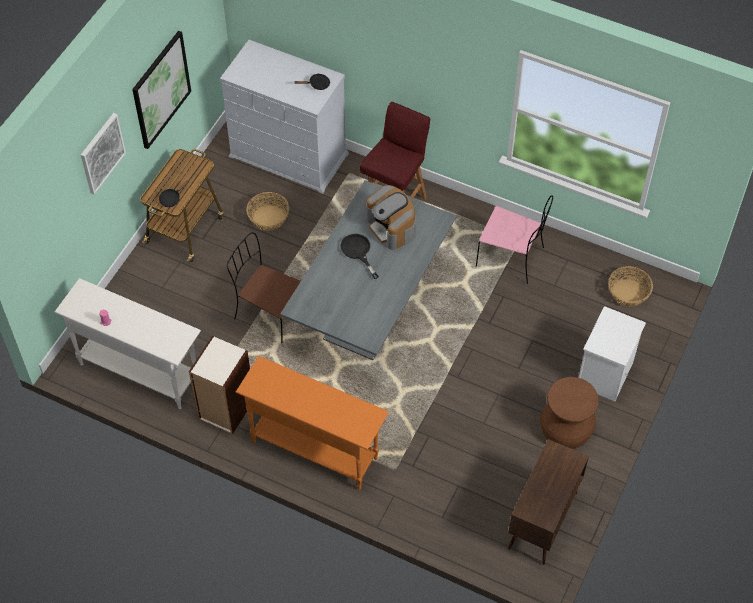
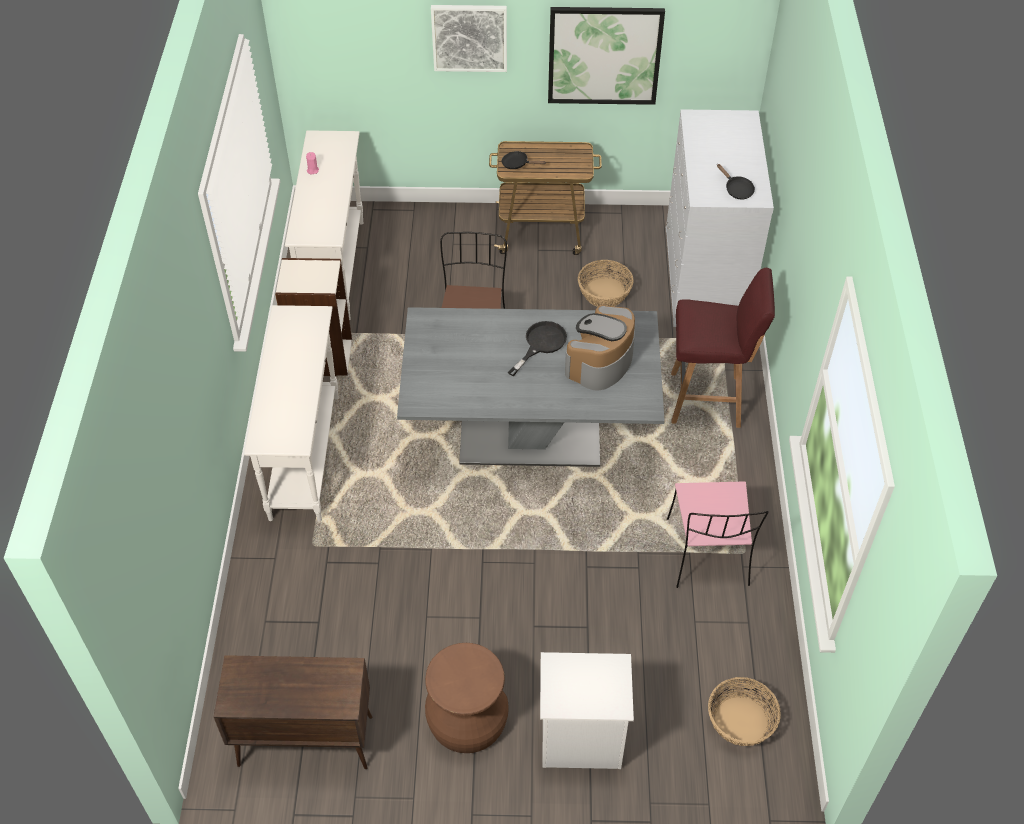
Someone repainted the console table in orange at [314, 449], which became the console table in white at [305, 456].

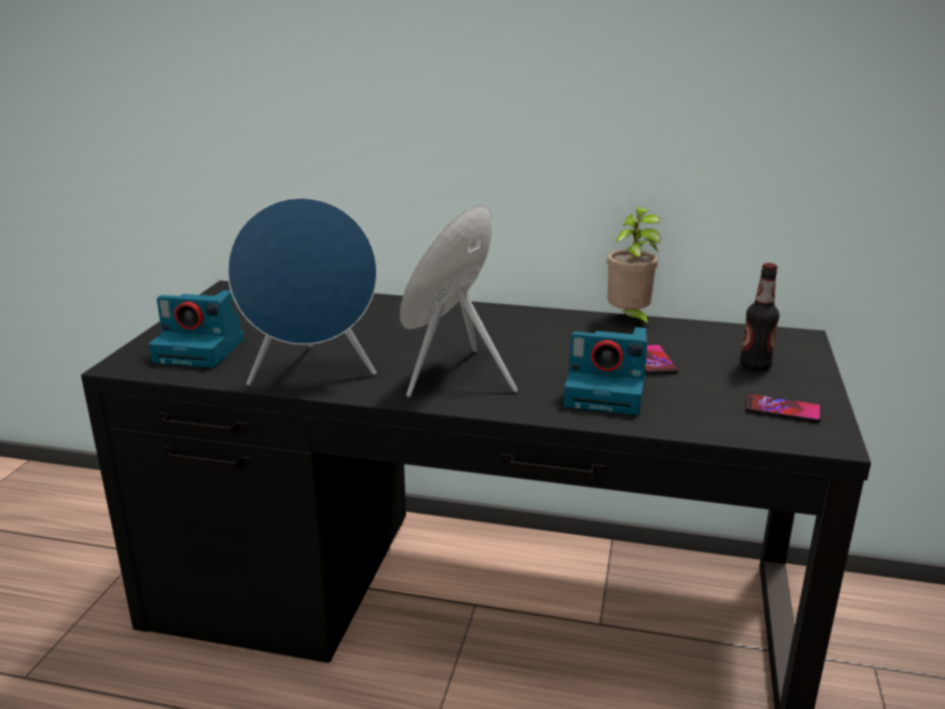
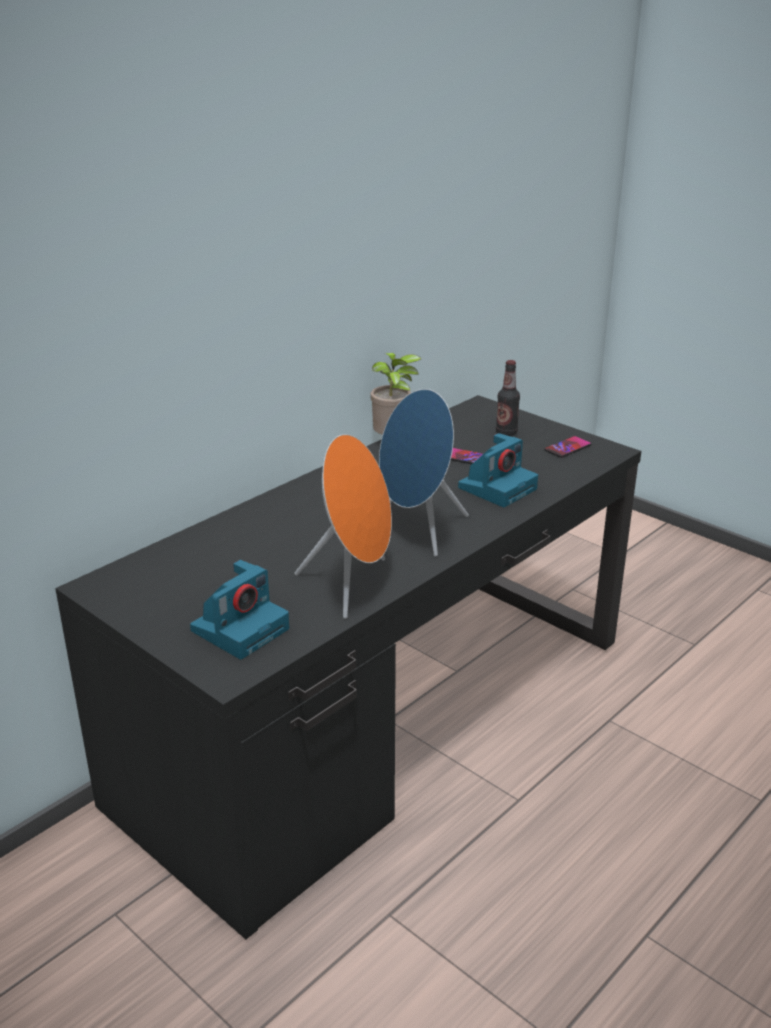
Someone repainted the audio speaker in blue-coloured at [312, 374], which became the audio speaker in orange at [353, 585].

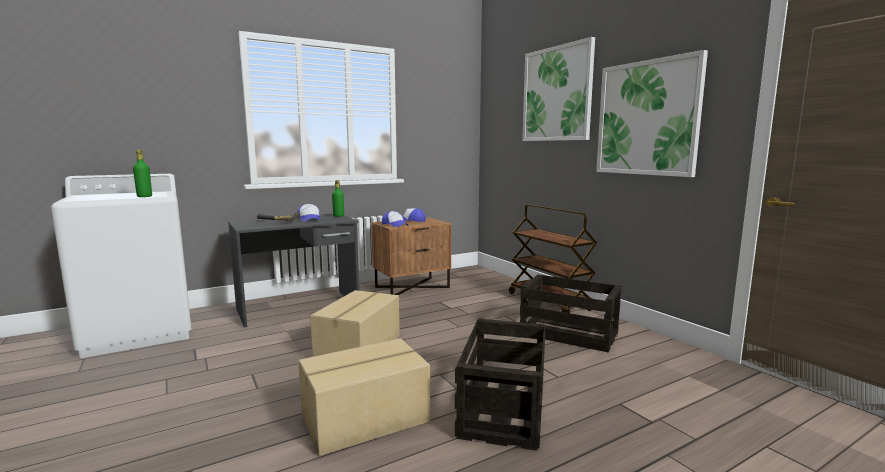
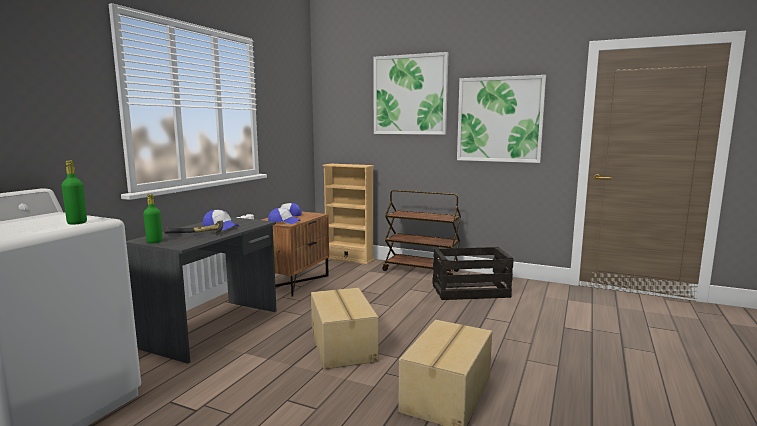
Someone carried the drink bottle in green-coloured from [338, 216] to [154, 242].
Someone took away the crate at [503, 408].
Someone put down the bookcase in sand-coloured at [349, 259].

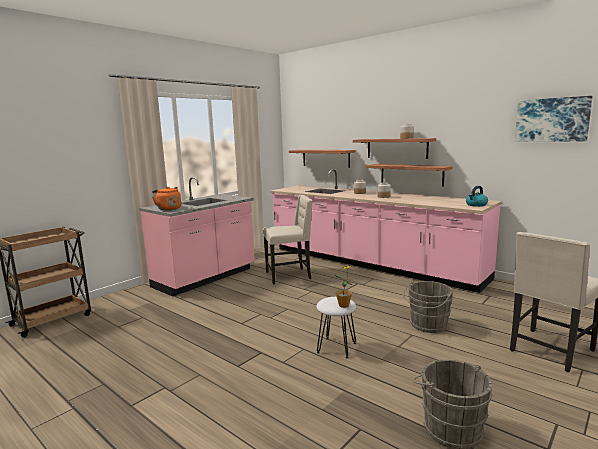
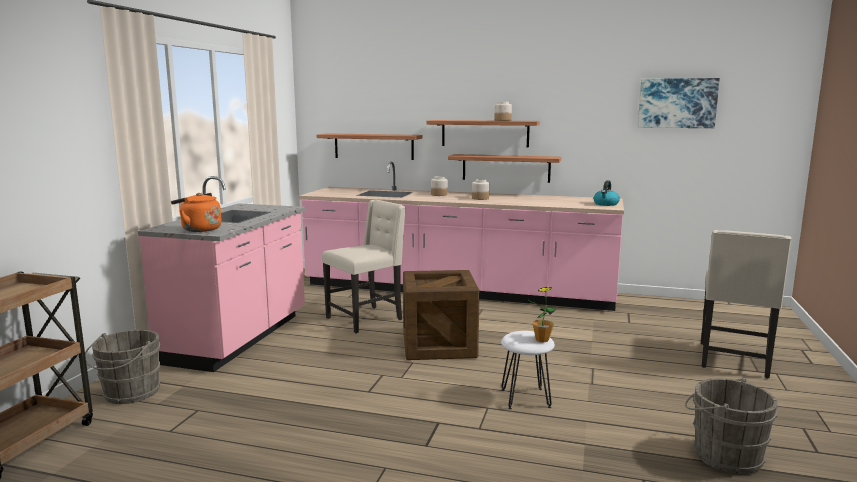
Someone carried the water bucket in greyish from [427, 325] to [129, 394].
Someone put down the crate at [439, 345].

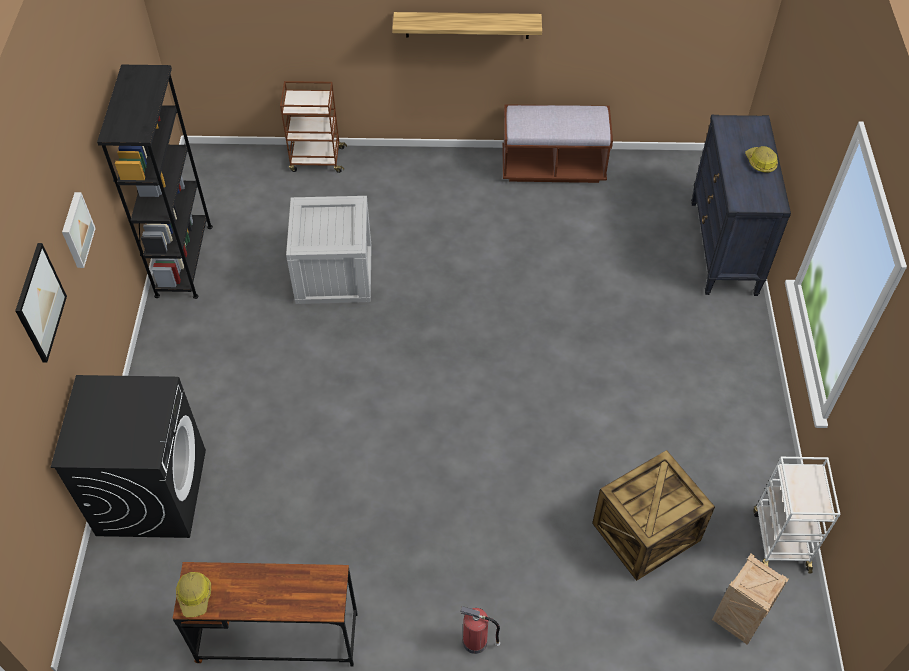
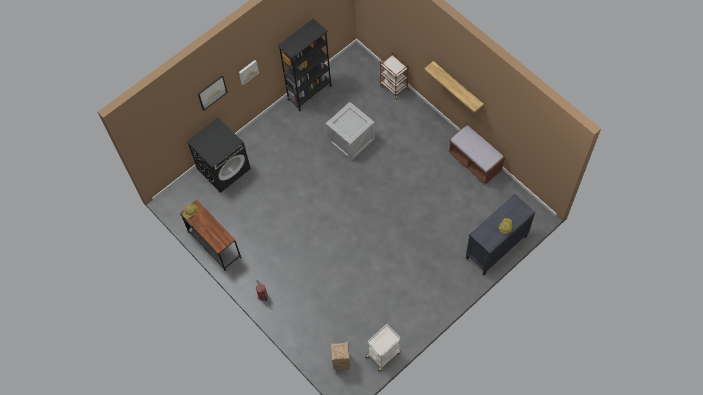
Someone took away the crate at [646, 533].

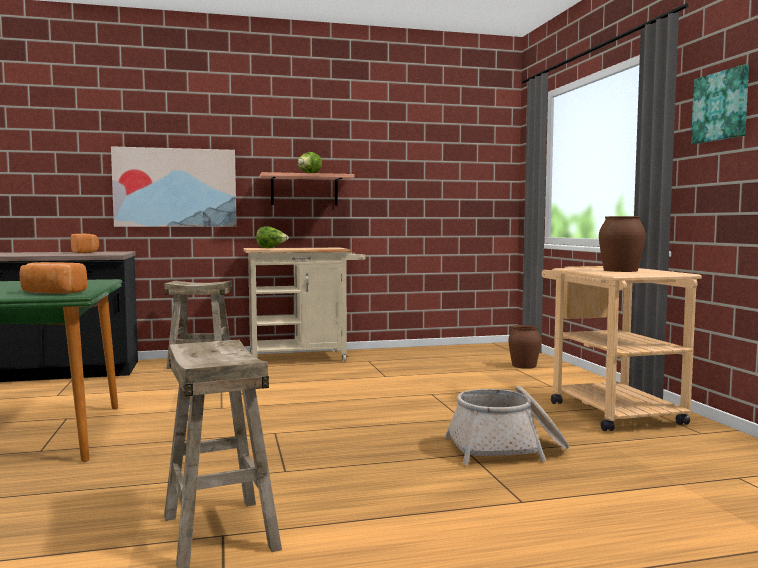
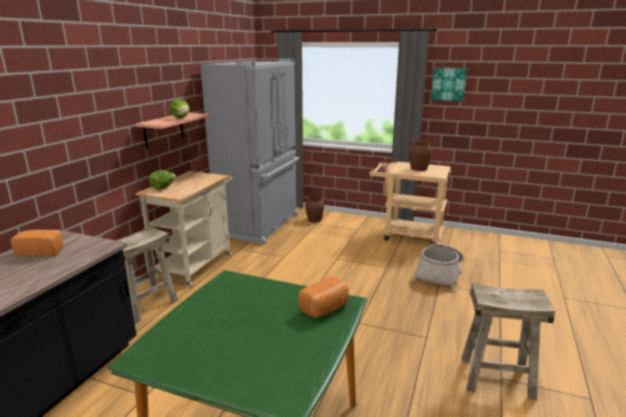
Someone took away the wall art at [175, 187].
Someone put down the kitchen fridge in greyish at [260, 225].

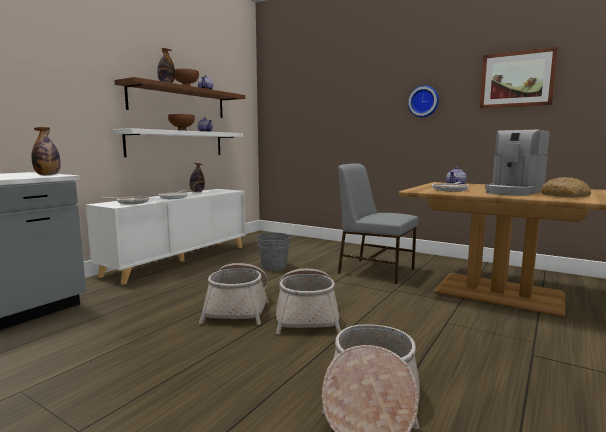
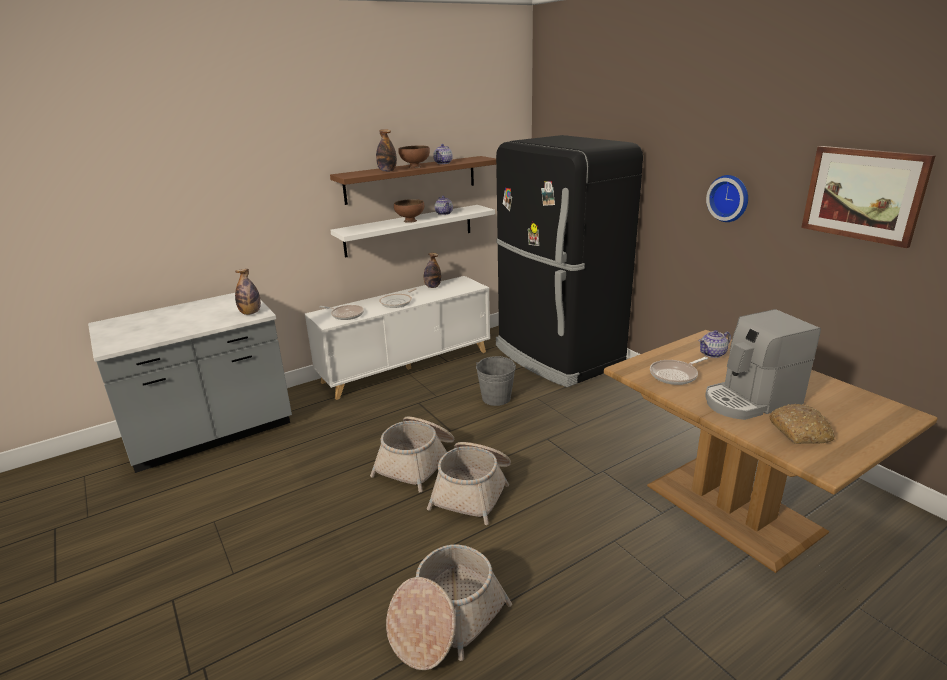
Someone took away the plain chair in greyish at [375, 270].
Someone put down the kitchen fridge in black at [556, 356].

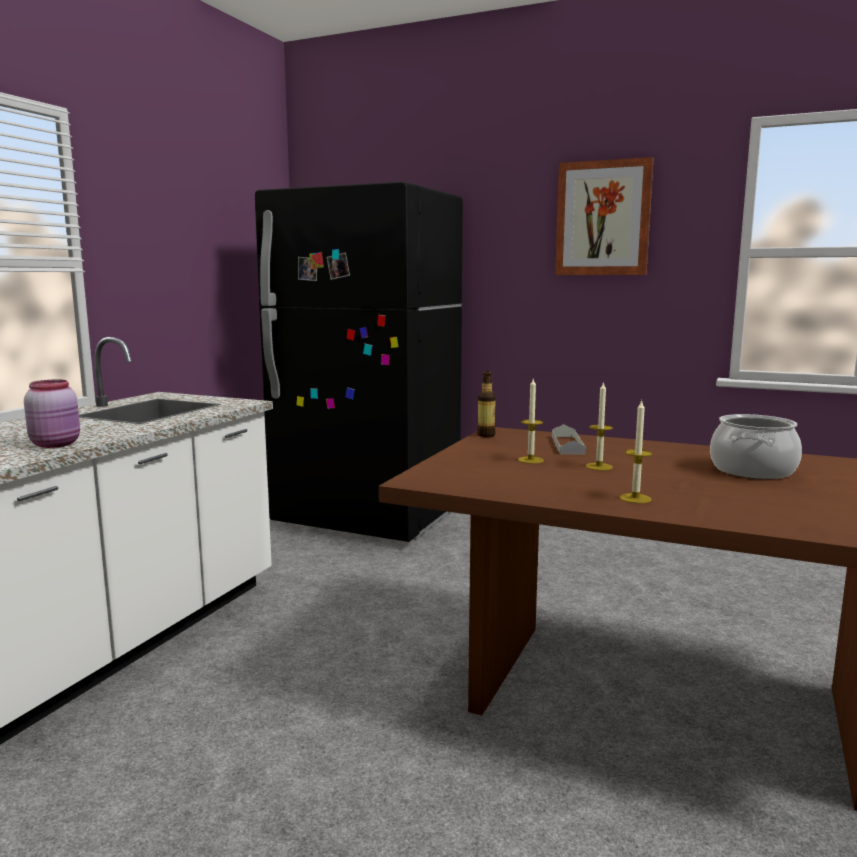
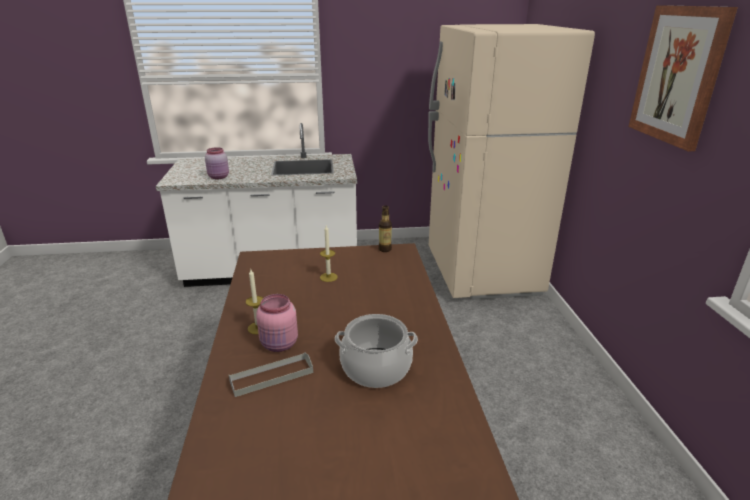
Someone repainted the kitchen fridge in black at [368, 519], which became the kitchen fridge in sand-coloured at [482, 272].
Someone carried the carrying tray in greyish from [567, 445] to [271, 376].
Someone took away the candle at [599, 467].
Someone put down the jar in pinkish at [280, 345].

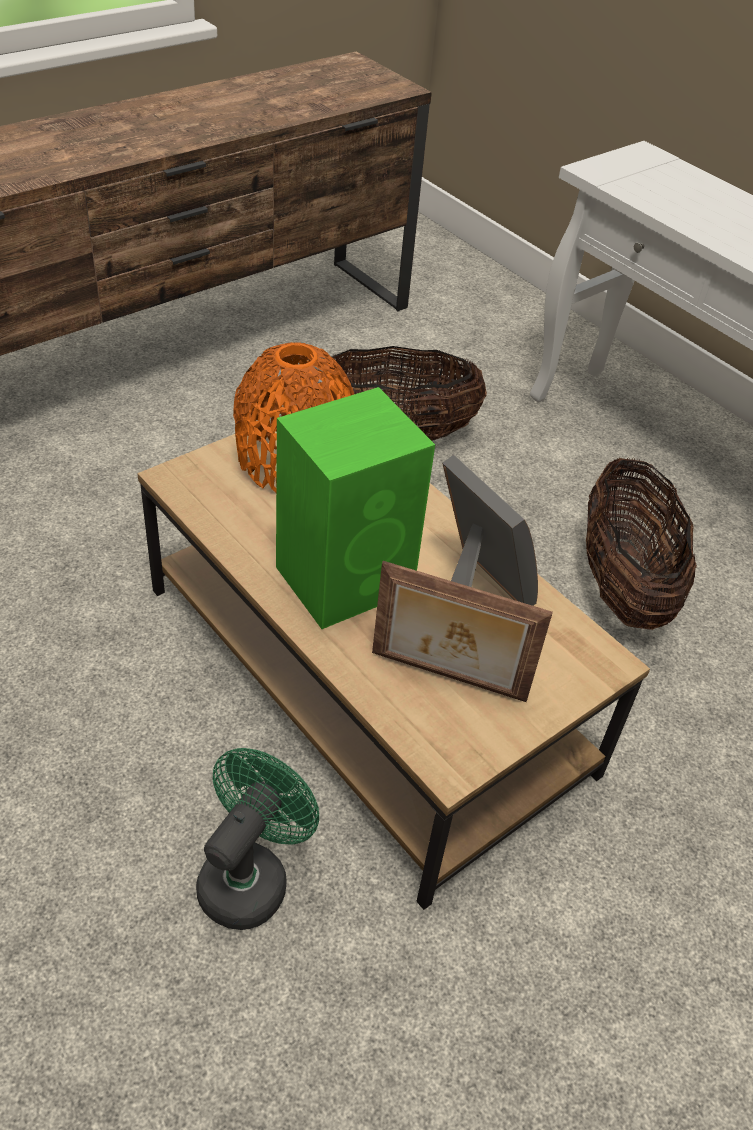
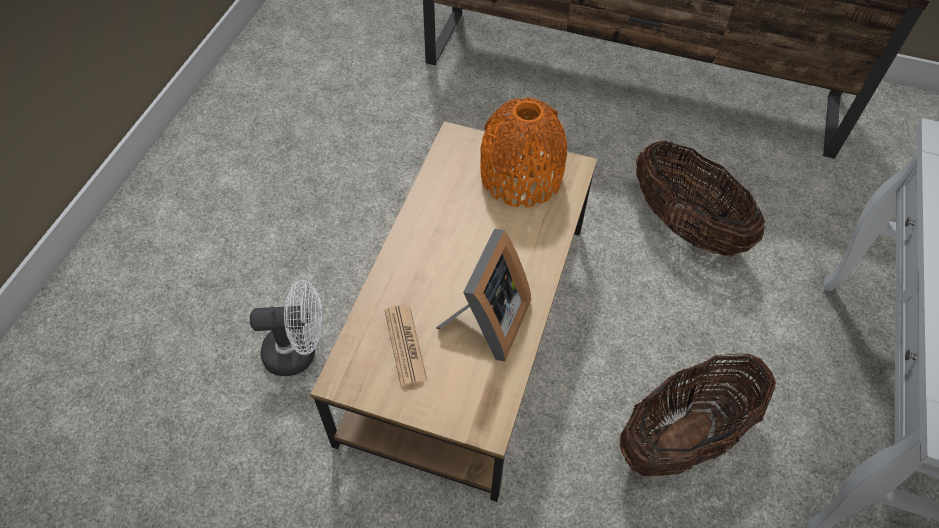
Someone repainted the electric fan in green-coloured at [250, 875], which became the electric fan in white at [299, 352].
Someone took away the audio speaker in green-coloured at [347, 578].
Someone swapped the picture frame at [447, 678] for the printed paper at [405, 345].

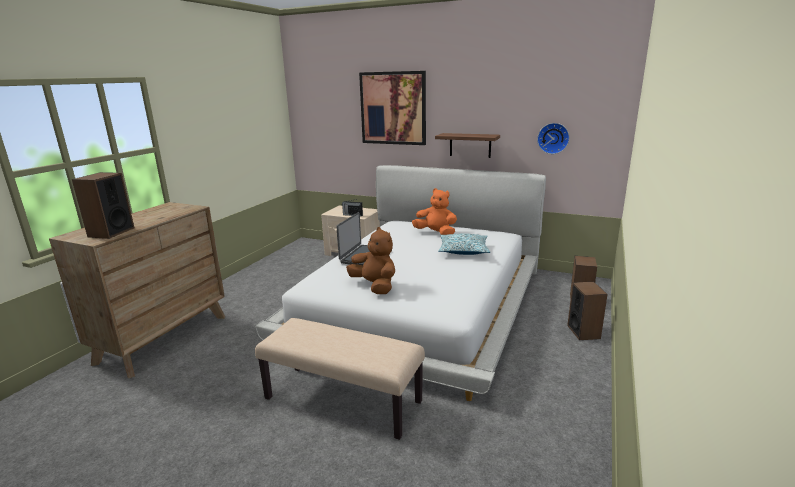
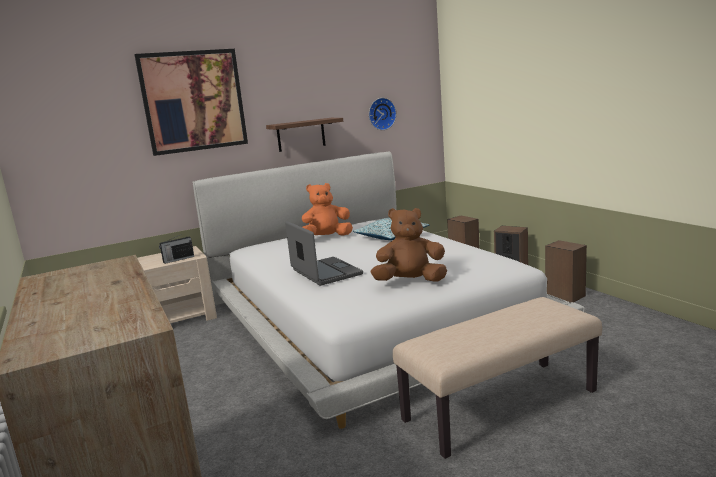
Someone carried the audio speaker from [111, 232] to [565, 296].

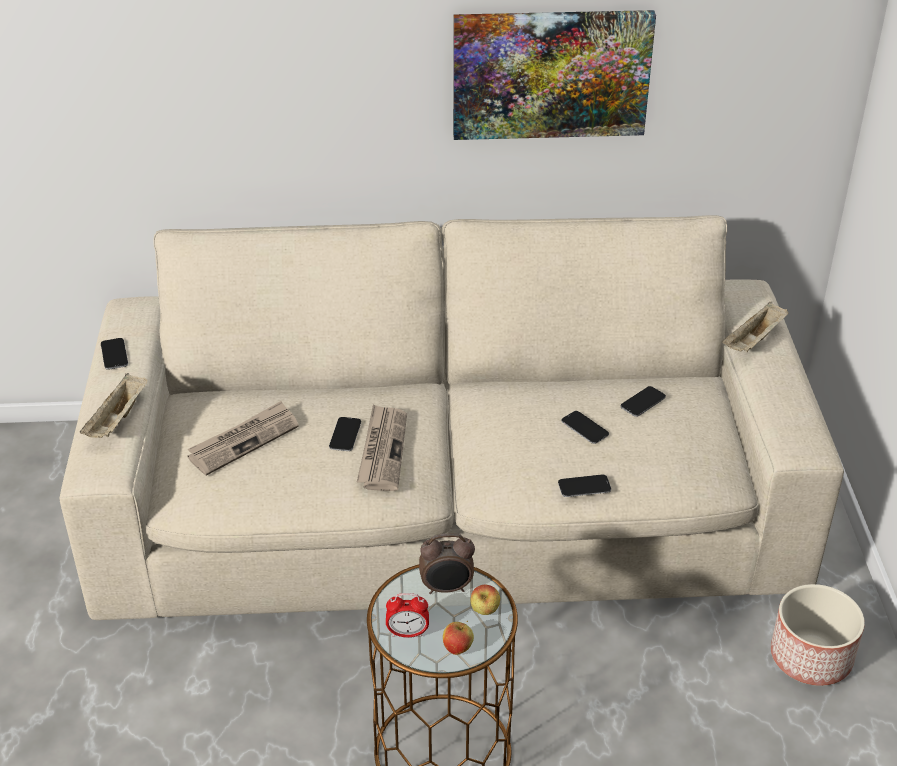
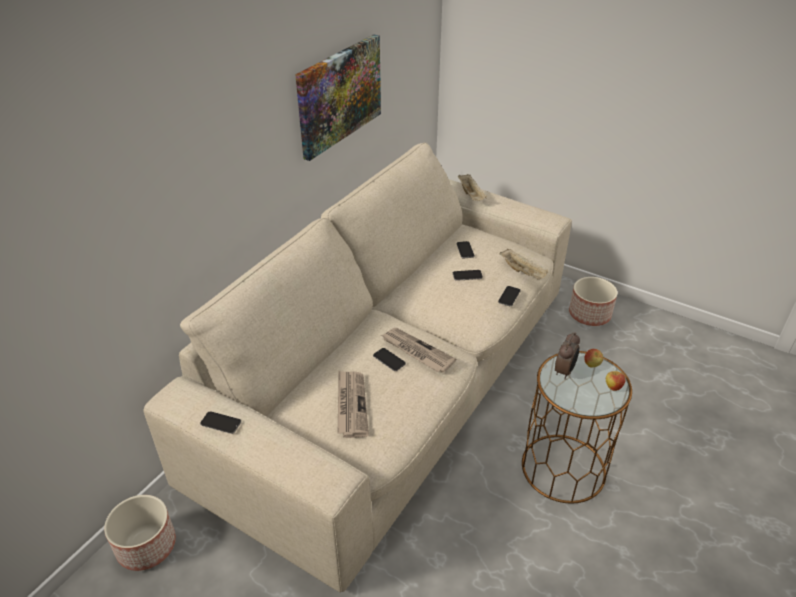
Someone carried the carrying tray in sand-coloured from [118, 420] to [523, 272].
Someone took away the table clock at [407, 633].
Someone put down the flower pot at [146, 545].

